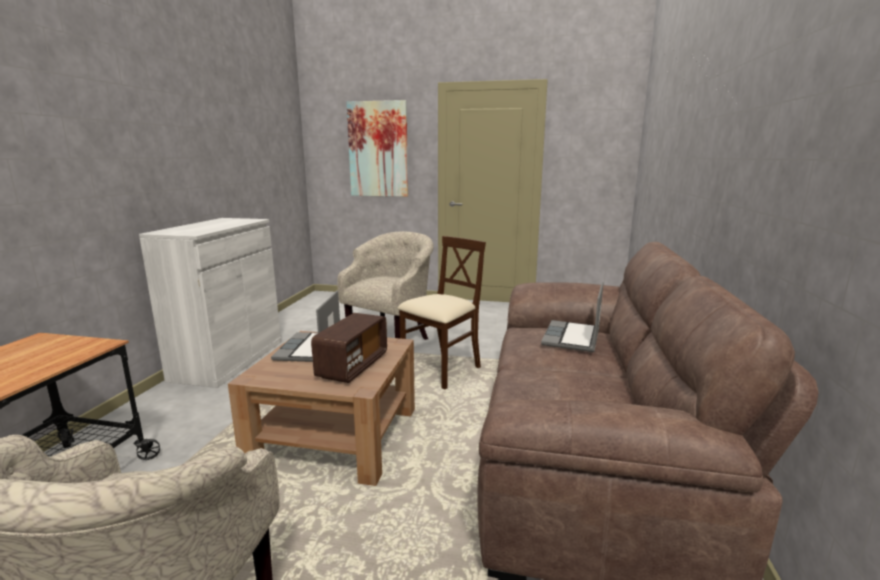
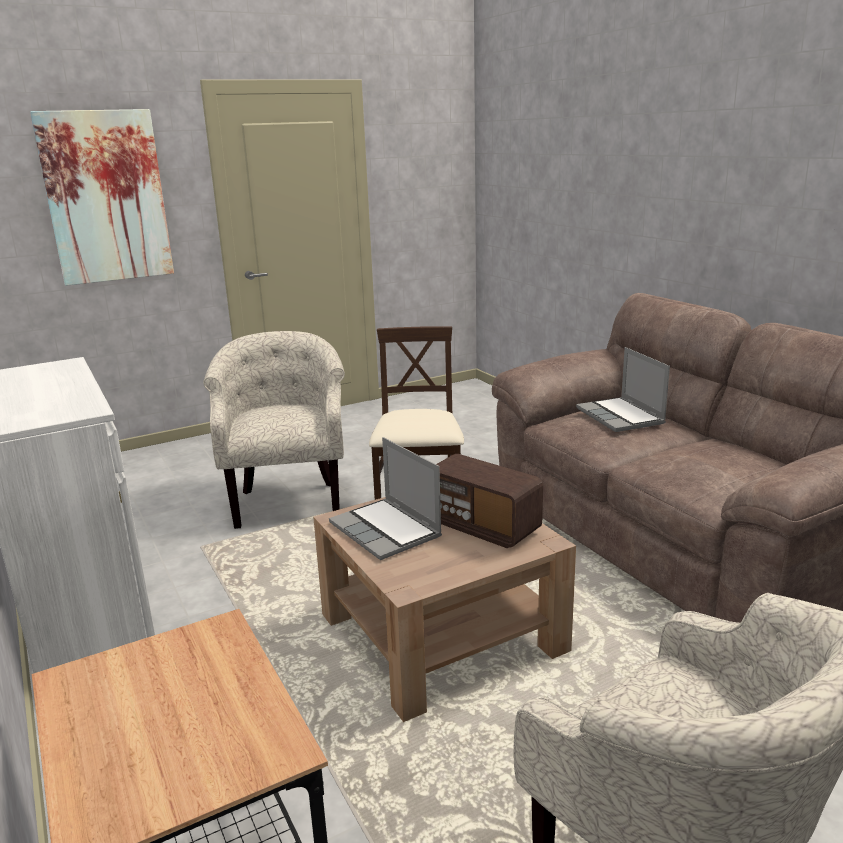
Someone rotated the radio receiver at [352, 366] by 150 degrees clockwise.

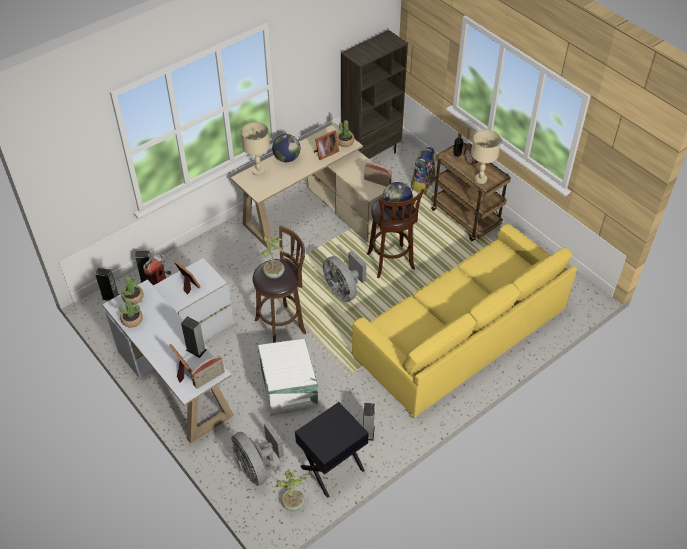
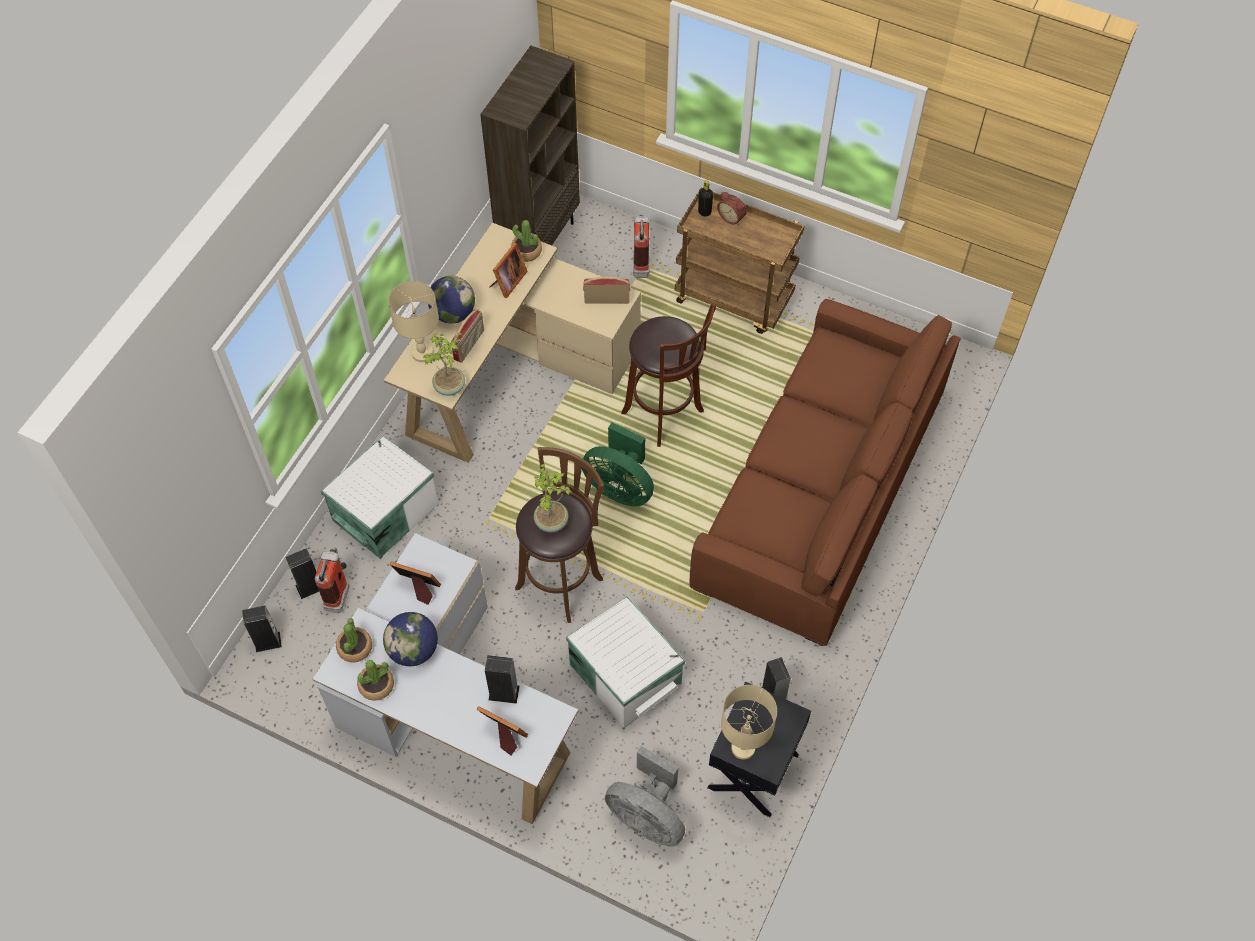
Someone carried the radio receiver from [209, 379] to [469, 345].
Someone carried the houseplant from [293, 504] to [450, 387].
Someone repainted the electric fan in greyish at [343, 290], which became the electric fan in green-coloured at [620, 487].
Someone repainted the couch in yellow at [460, 333], which became the couch in brownish at [819, 489].
Someone carried the world globe from [397, 207] to [413, 650].
Someone swapped the rucksack at [422, 183] for the fire extinguisher at [641, 262].
Someone carried the table lamp in sand-coloured from [480, 179] to [742, 748].
Someone put down the storage bin in white at [383, 511].

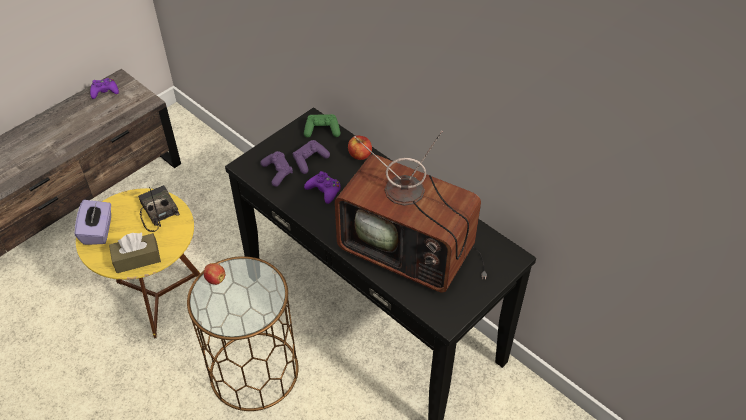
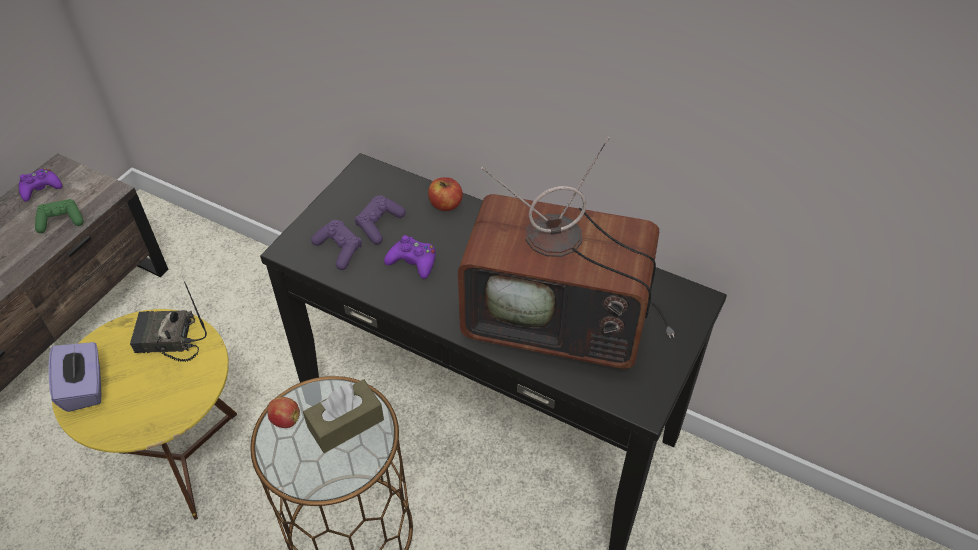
Someone carried the tissue holder in brownish from [137, 259] to [345, 423].
Someone rotated the radio receiver at [157, 212] by 45 degrees counterclockwise.
Someone carried the gamepad in green-coloured from [322, 130] to [61, 221].

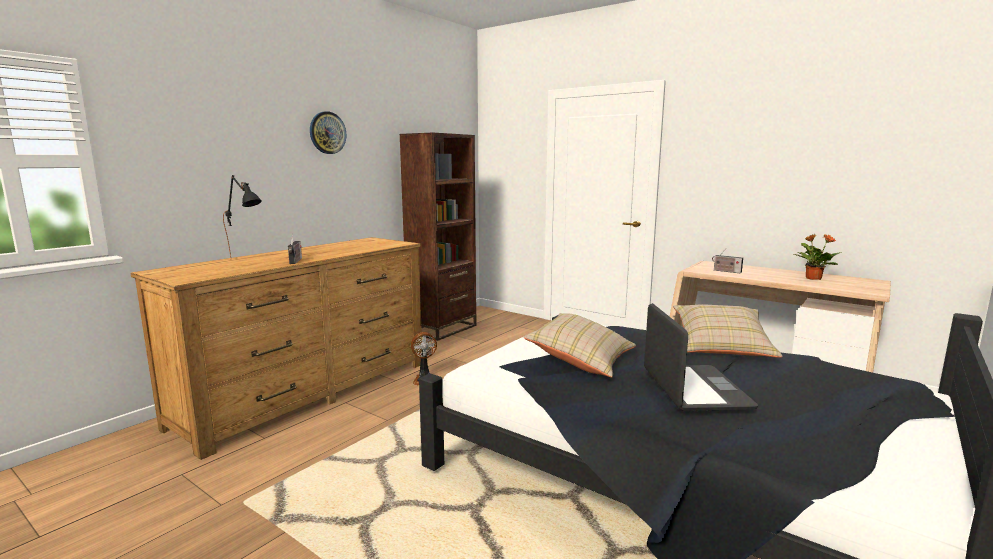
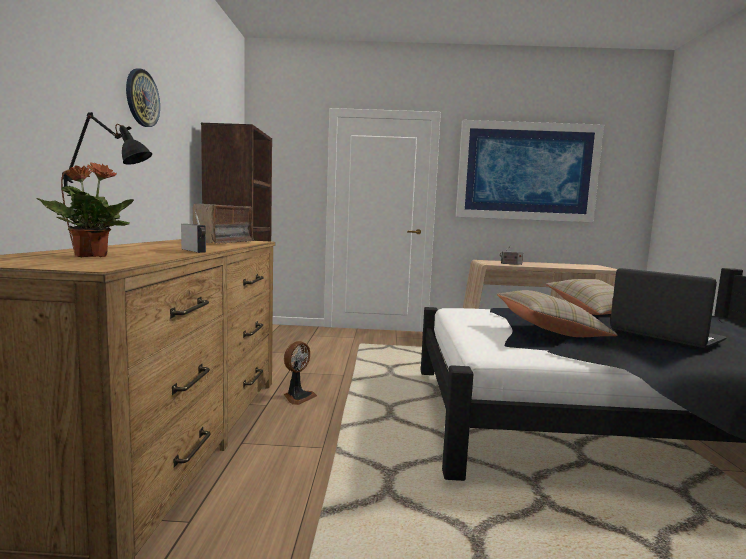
Someone carried the houseplant from [813, 278] to [91, 256].
Someone put down the radio receiver at [224, 242].
Someone put up the wall art at [527, 172].

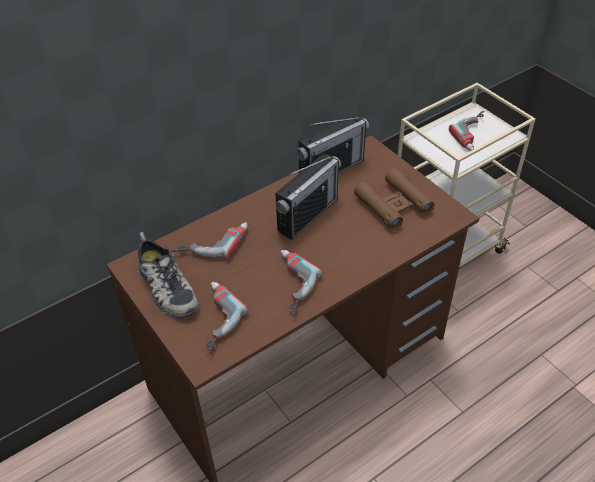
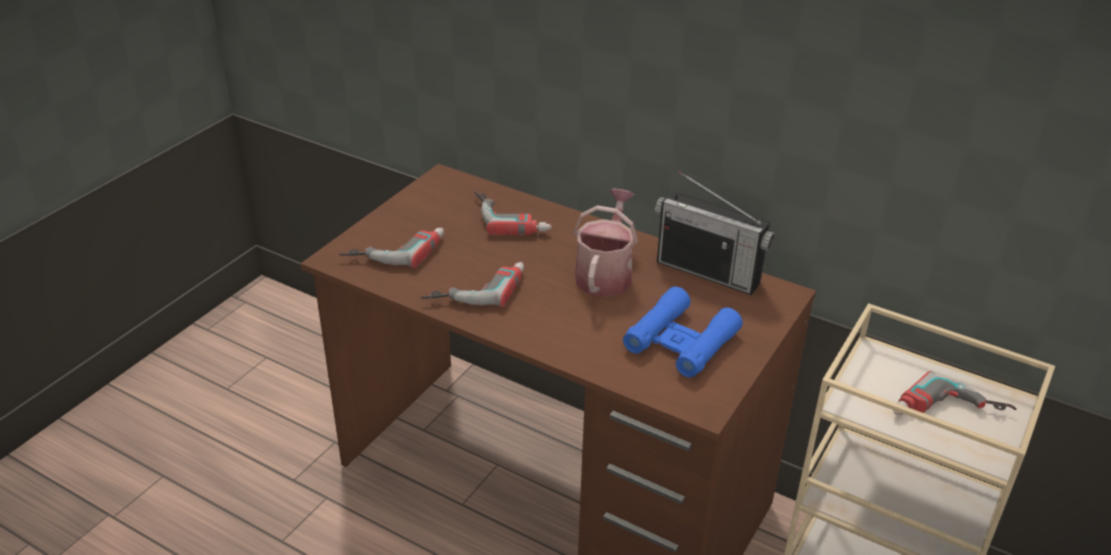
Someone took away the low shoe at [165, 287].
Someone swapped the radio receiver at [308, 215] for the watering pot at [605, 273].
Someone repainted the field glasses in brownish at [393, 204], which became the field glasses in blue-coloured at [681, 341].

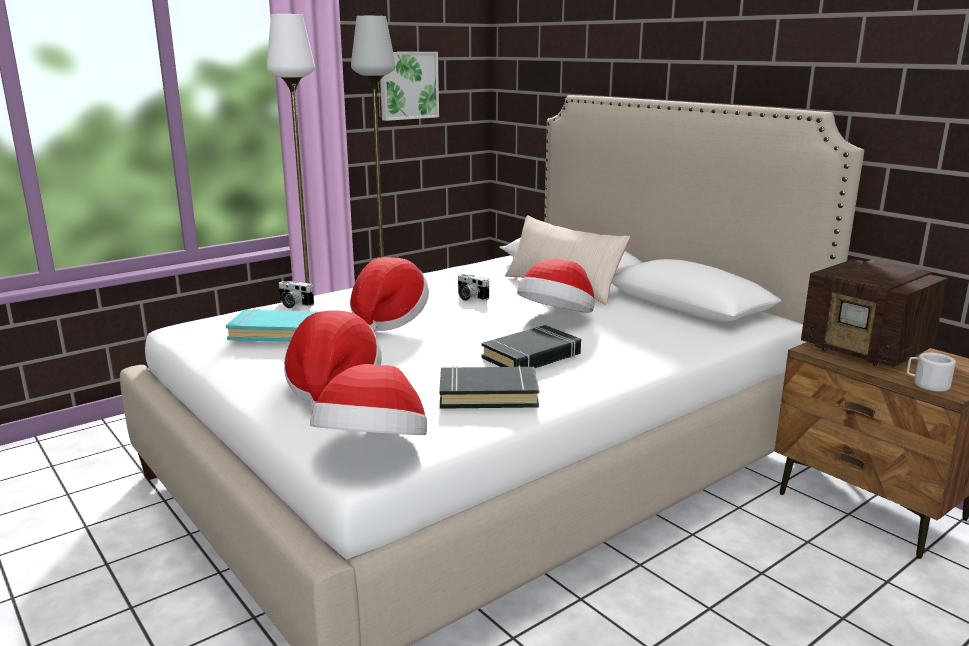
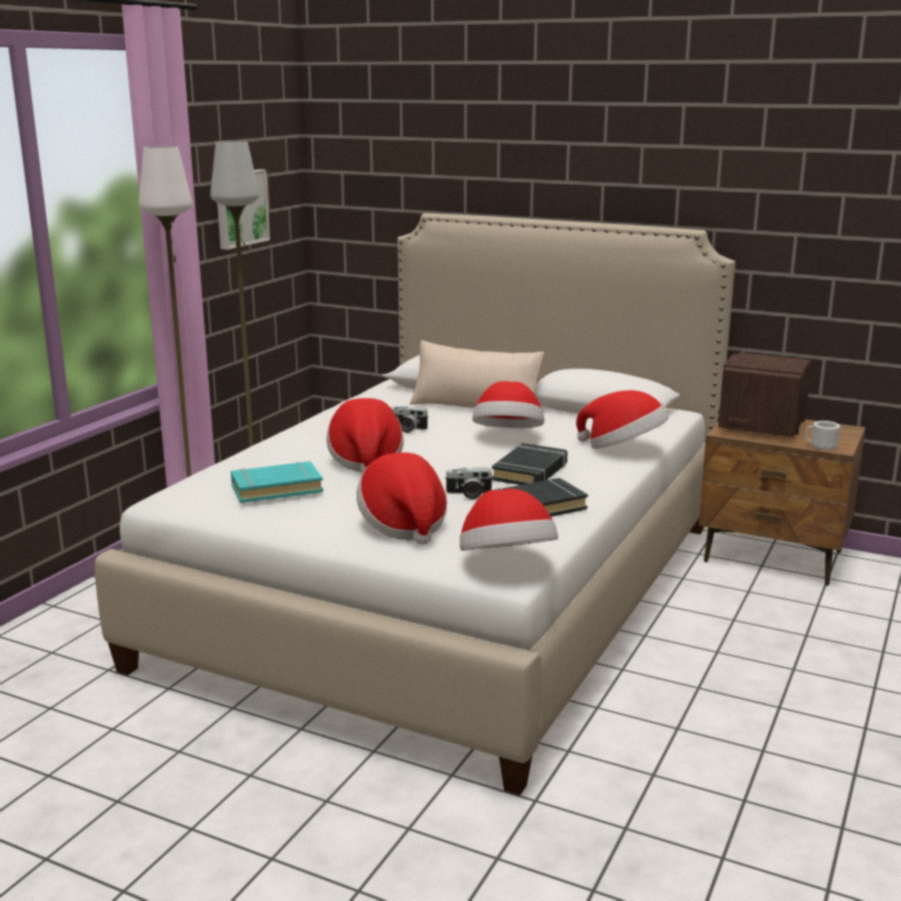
Someone carried the photo camera from [293, 304] to [468, 494].
Someone rotated the radio receiver at [867, 350] by 90 degrees clockwise.
Someone put down the wearable hat at [623, 449].

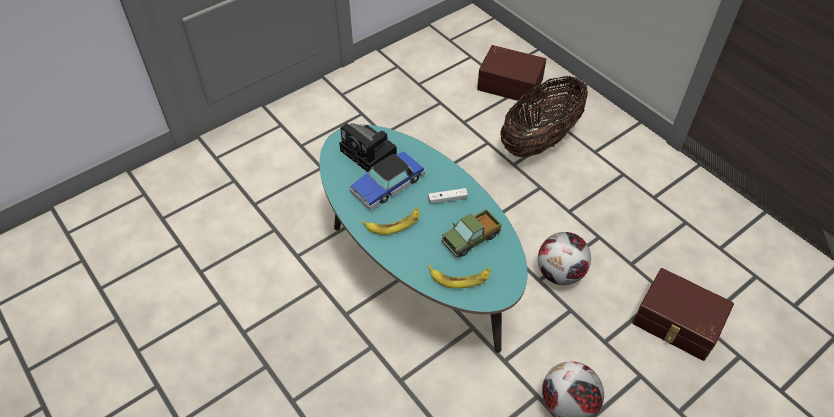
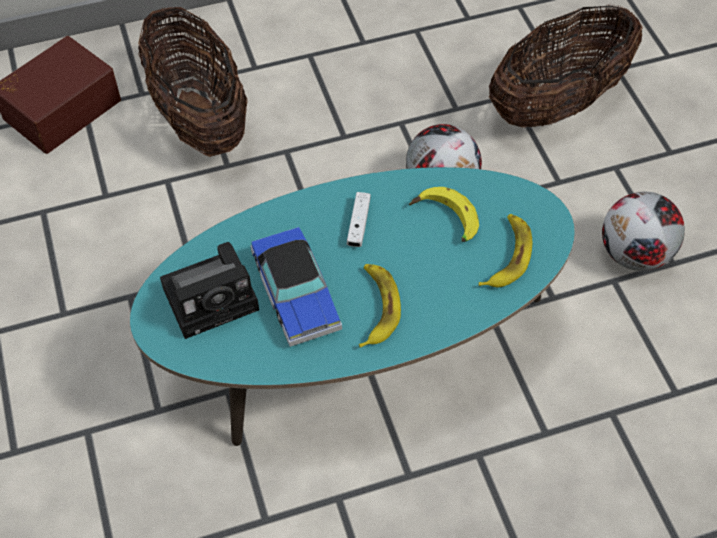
Someone swapped the model truck at [471, 239] for the banana at [444, 220].
Someone swapped the storage bin in brownish at [676, 323] for the basket at [557, 104].

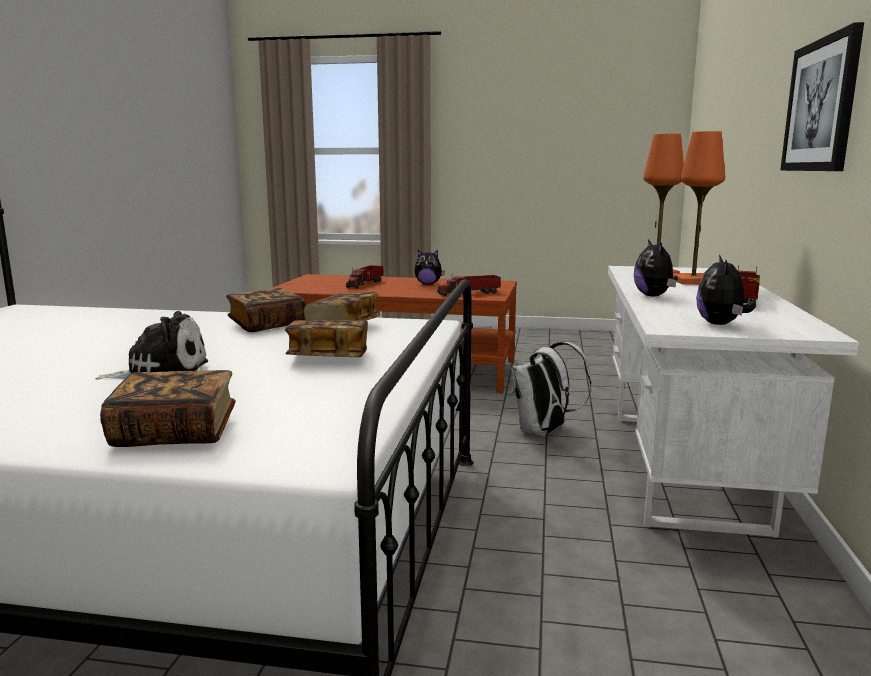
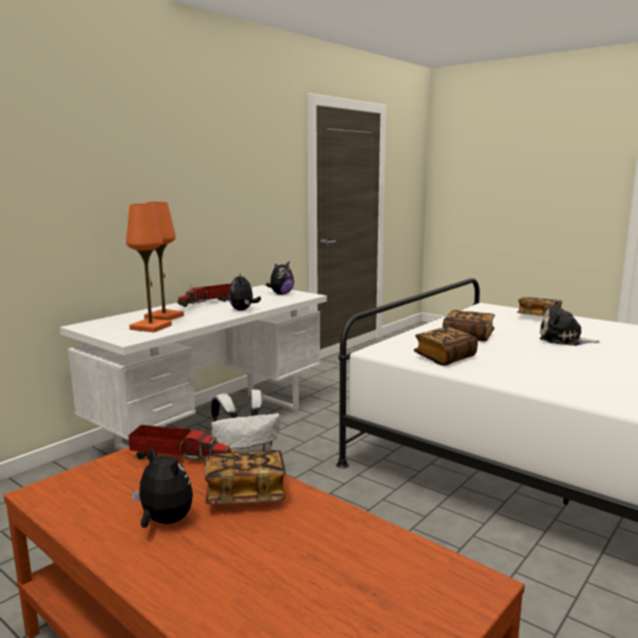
Someone carried the book from [267, 325] to [245, 494].
Someone took away the model truck at [365, 284].
Someone rotated the plush toy at [654, 296] by 150 degrees clockwise.
Someone took away the wall art at [821, 106].

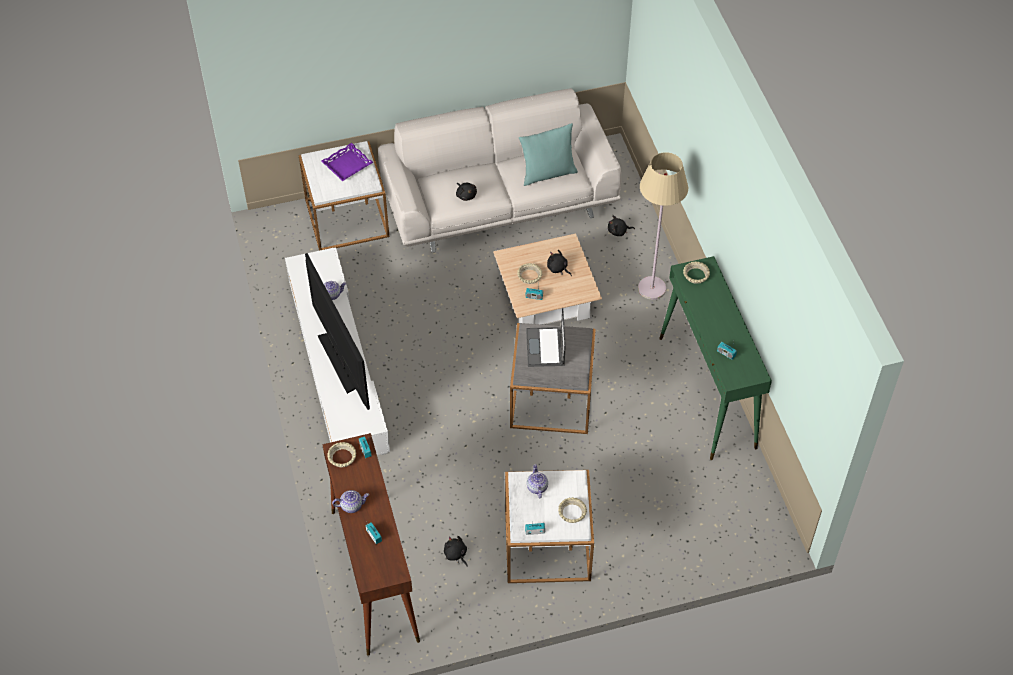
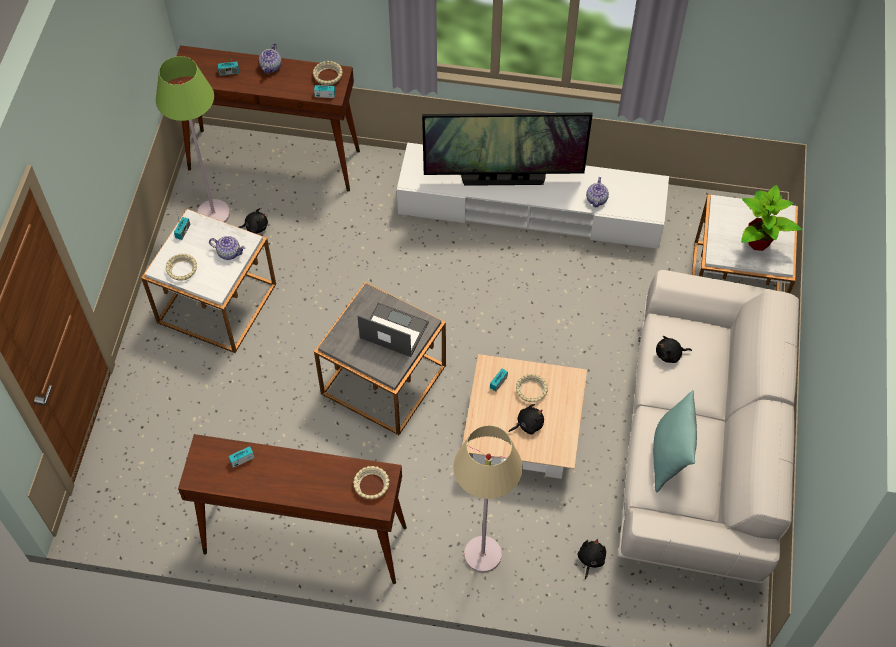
Someone swapped the carrying tray in purplish at [347, 165] for the houseplant at [758, 242].
Someone repainted the console table in green-coloured at [707, 392], which became the console table in brownish at [304, 540].
Someone put down the standard lamp in green-coloured at [213, 213].

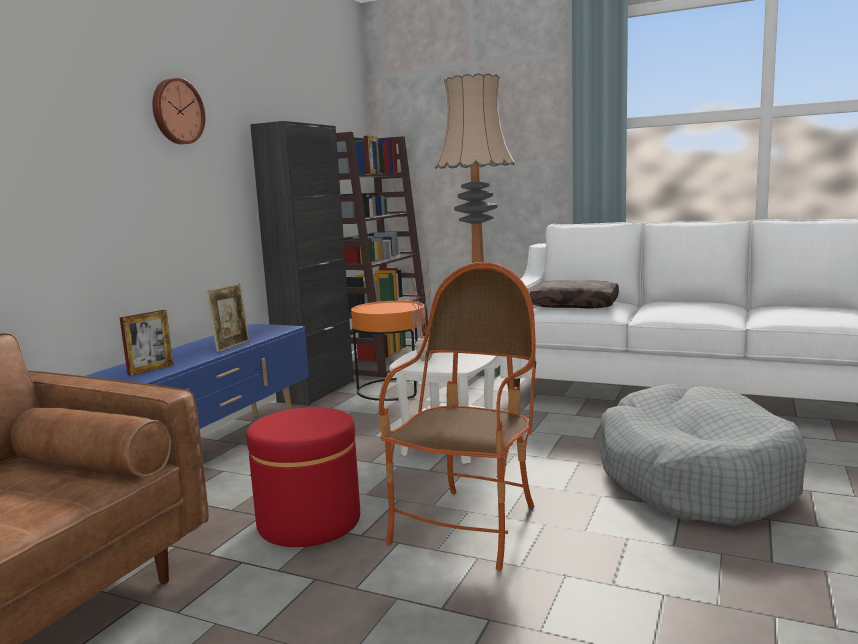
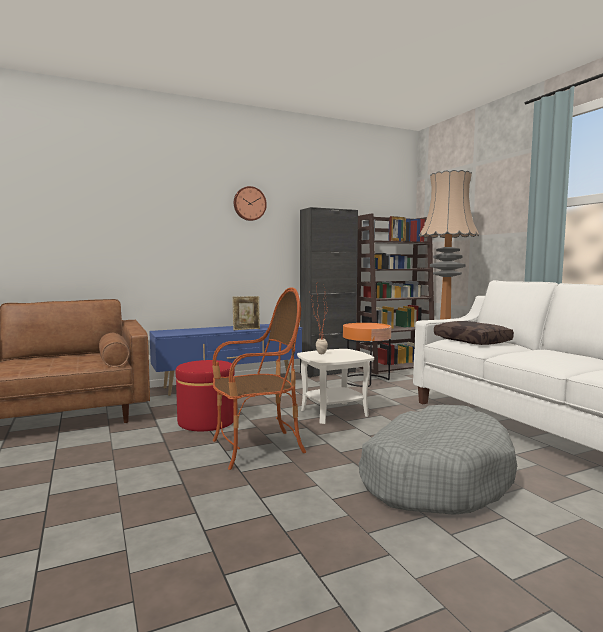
Someone took away the picture frame at [150, 370].

